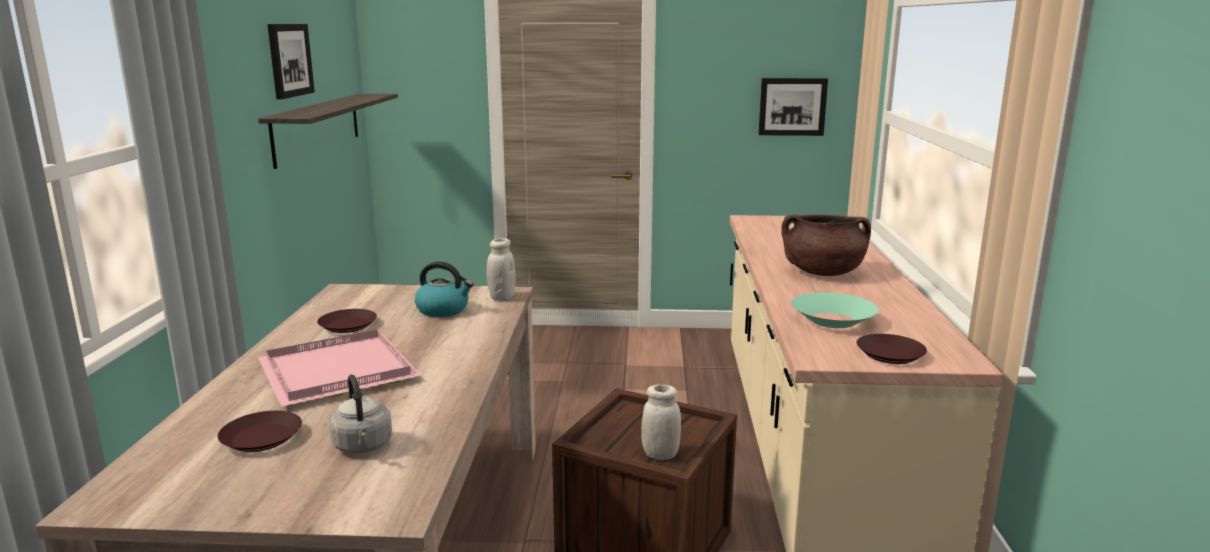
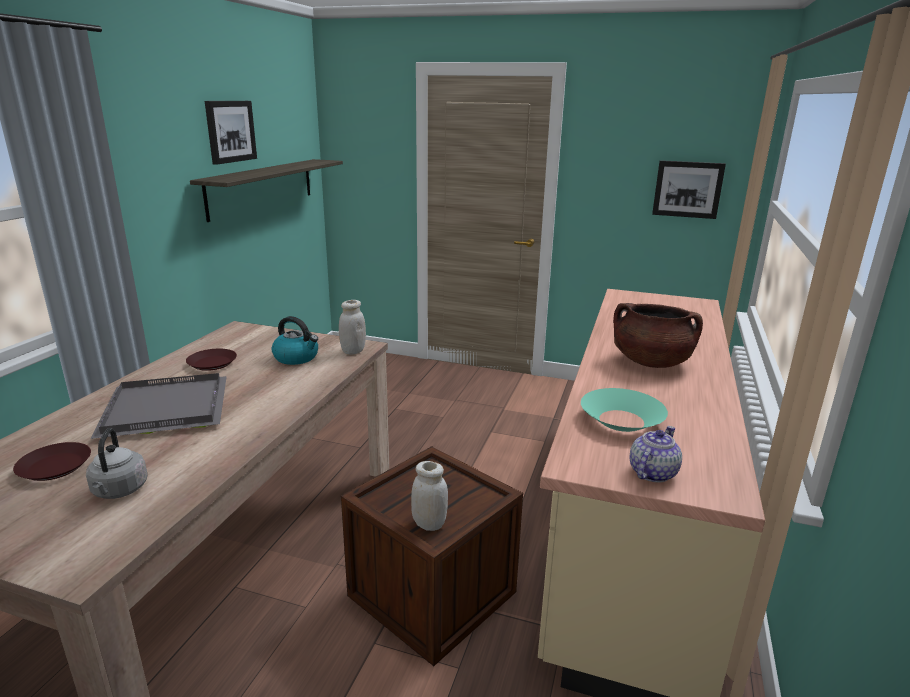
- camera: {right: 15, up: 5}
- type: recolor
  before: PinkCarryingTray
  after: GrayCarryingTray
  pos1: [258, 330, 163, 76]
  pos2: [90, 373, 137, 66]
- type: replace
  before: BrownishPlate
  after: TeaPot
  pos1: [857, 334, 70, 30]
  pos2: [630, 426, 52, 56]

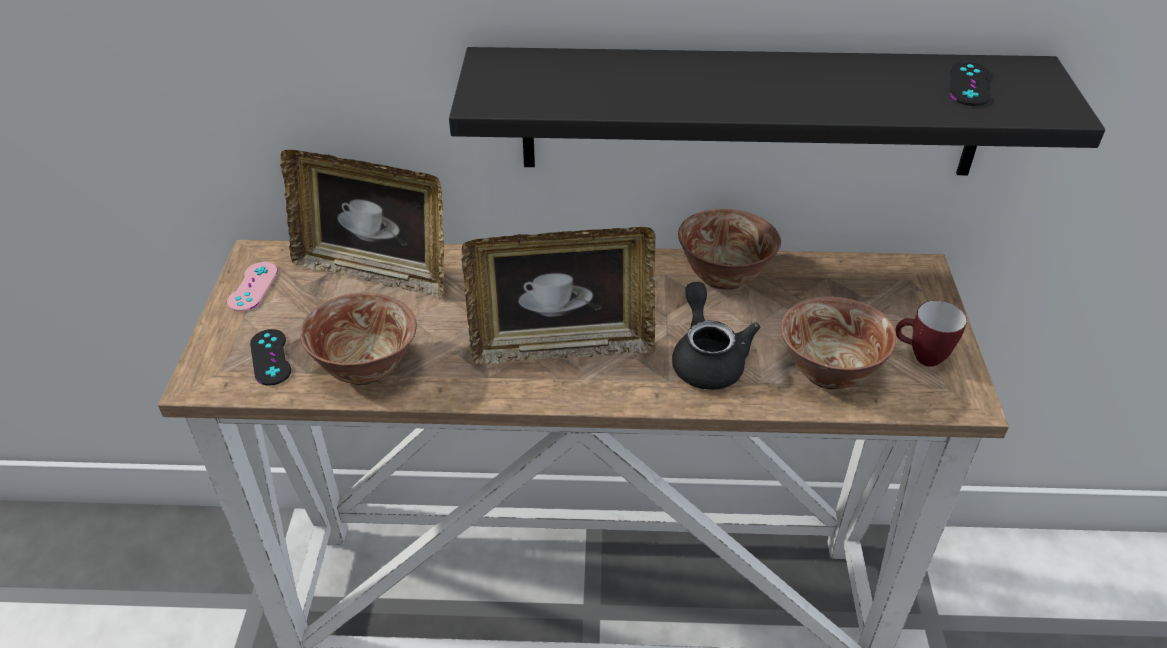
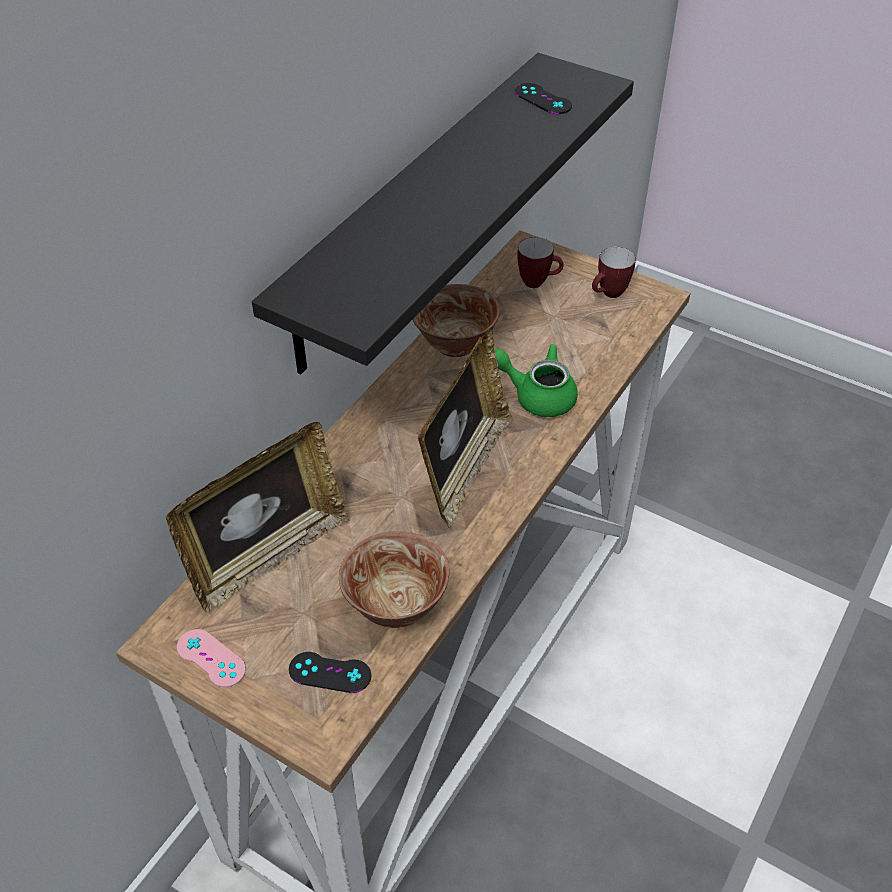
- camera: {right: -60, up: 5}
- type: recolor
  before: BlackishTeaPot
  after: GreenishTeaPot
  pos1: [672, 282, 89, 108]
  pos2: [494, 345, 84, 72]
- type: insert
  after: Mug
  pos2: [517, 237, 47, 51]
- type: delete
  before: DeepDish
  pos1: [781, 296, 116, 94]

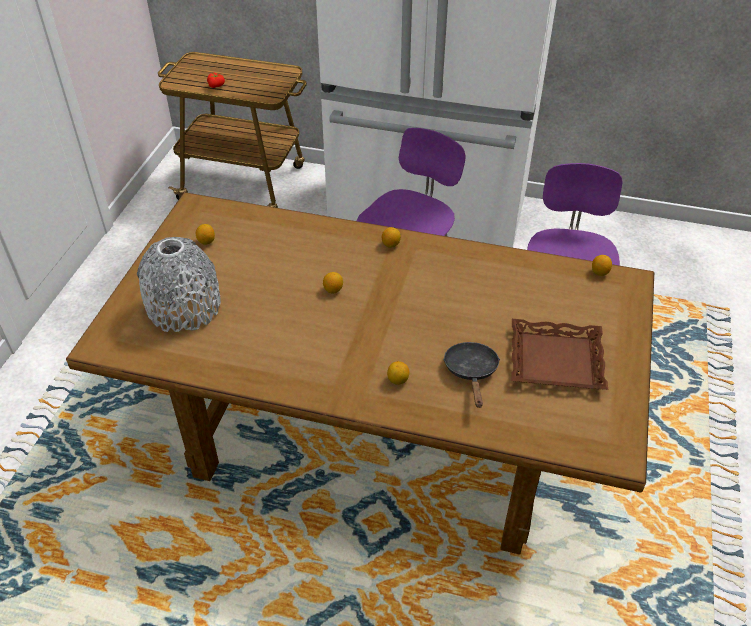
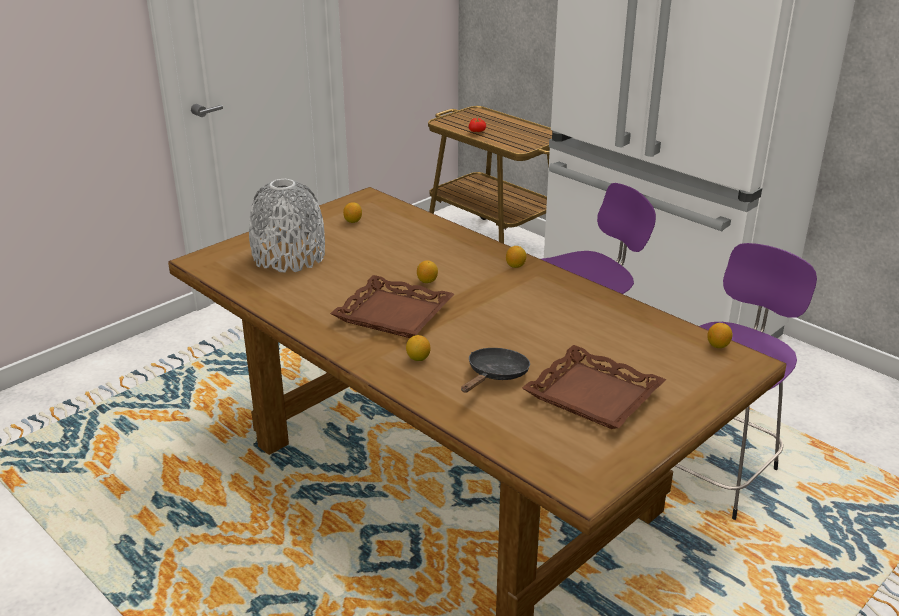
- camera: {right: 30, up: -15}
- type: insert
  after: BrownishCarryingTray
  pos2: [330, 275, 124, 63]

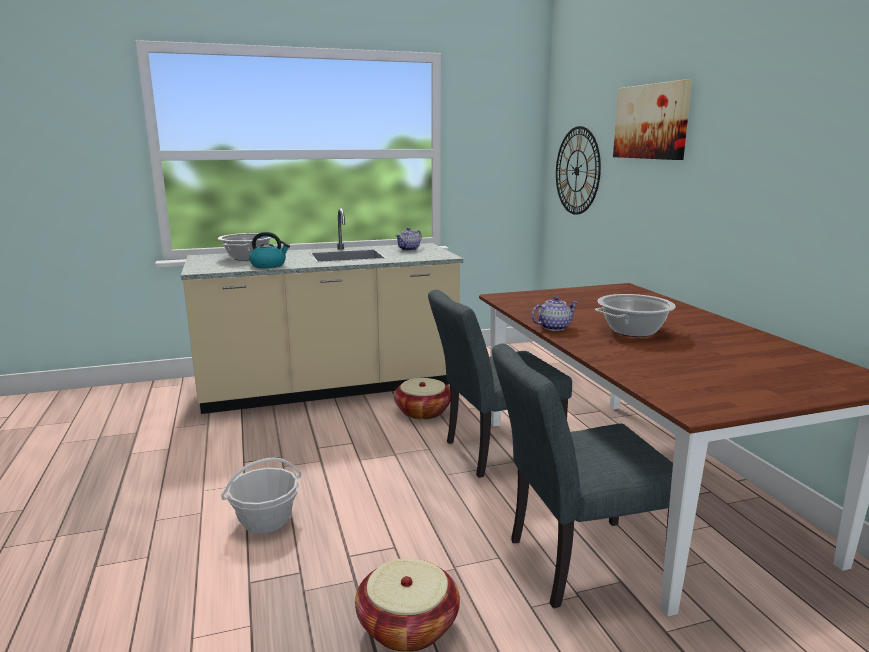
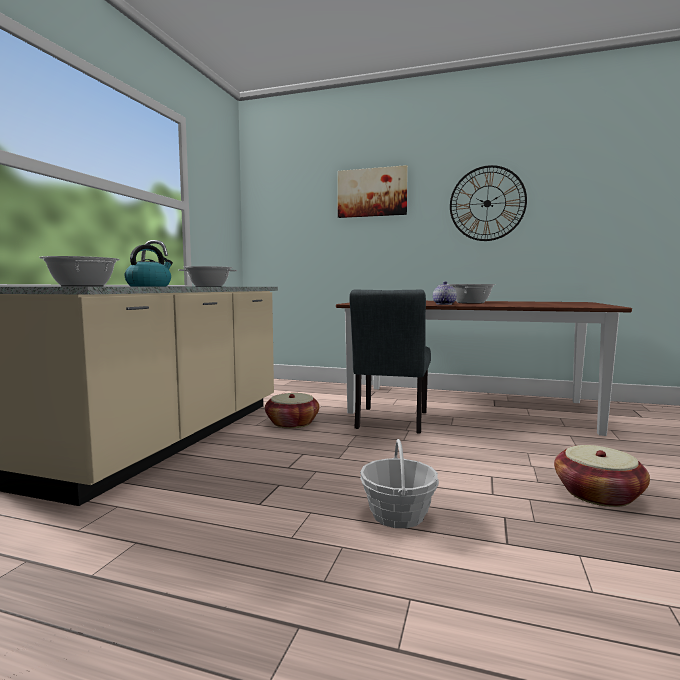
- camera: {right: -55, up: -10}
- type: replace
  before: TeaPot
  after: CookingPot
  pos1: [395, 227, 27, 24]
  pos2: [178, 266, 59, 21]
- type: move
  before: ClockOnTheWall
  pos1: [556, 126, 45, 89]
  pos2: [450, 165, 77, 76]
- type: delete
  before: GrayChair
  pos1: [492, 343, 181, 265]

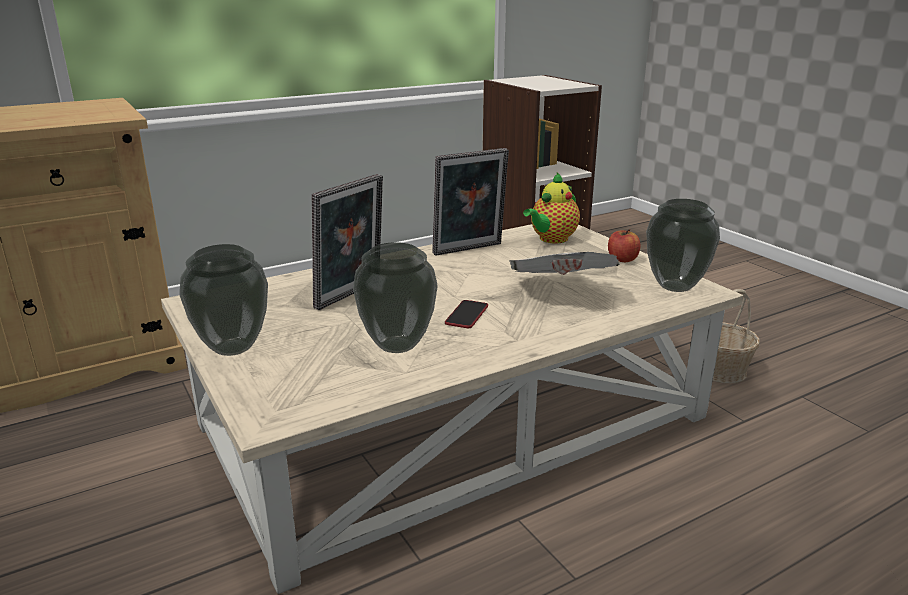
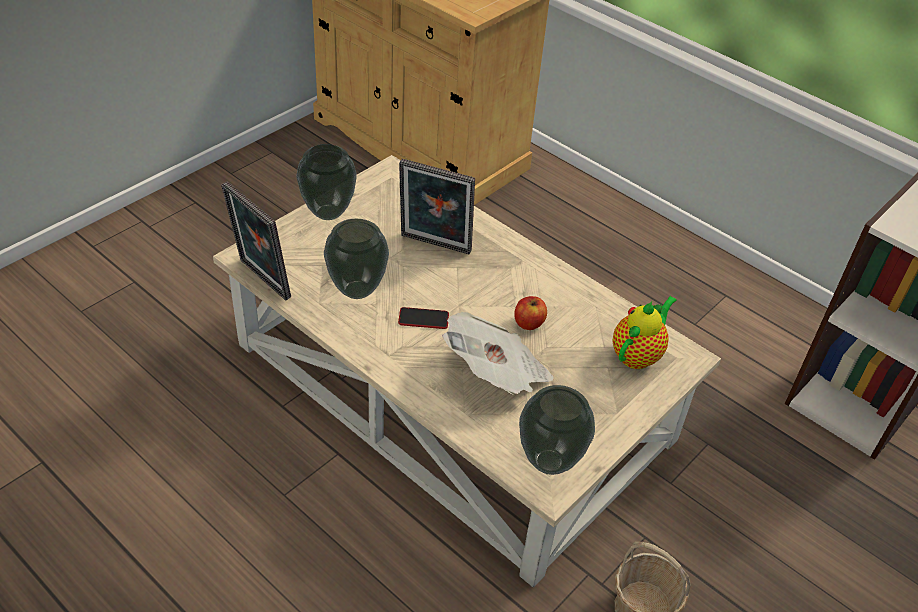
- camera: {right: 70, up: 20}
- type: move
  before: PictureFrame
  pos1: [432, 148, 77, 108]
  pos2: [221, 182, 70, 118]
- type: move
  before: Apple
  pos1: [608, 229, 33, 33]
  pos2: [514, 296, 33, 34]
- type: rotate
  before: TeaPot
  pos1: [523, 172, 57, 72]
  pos2: [613, 296, 64, 73]
  turn: 105

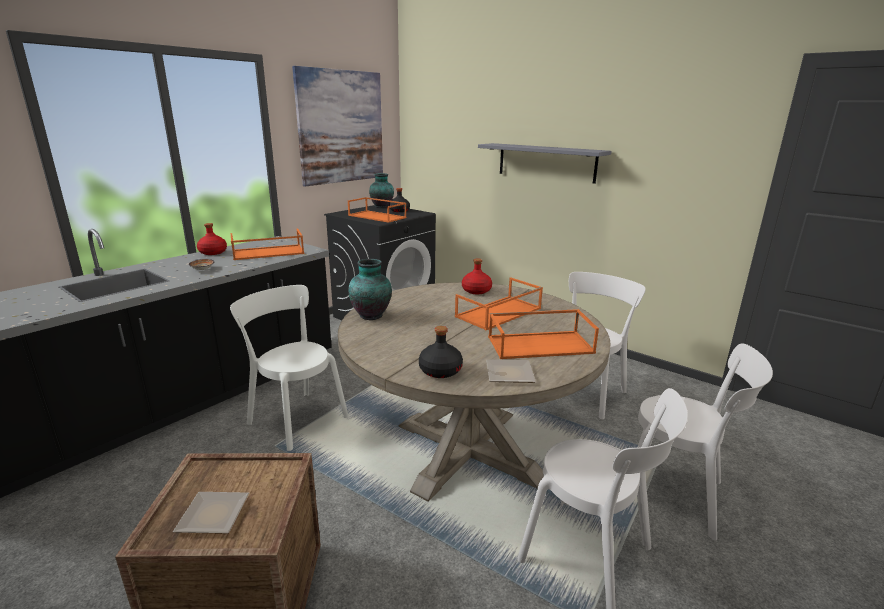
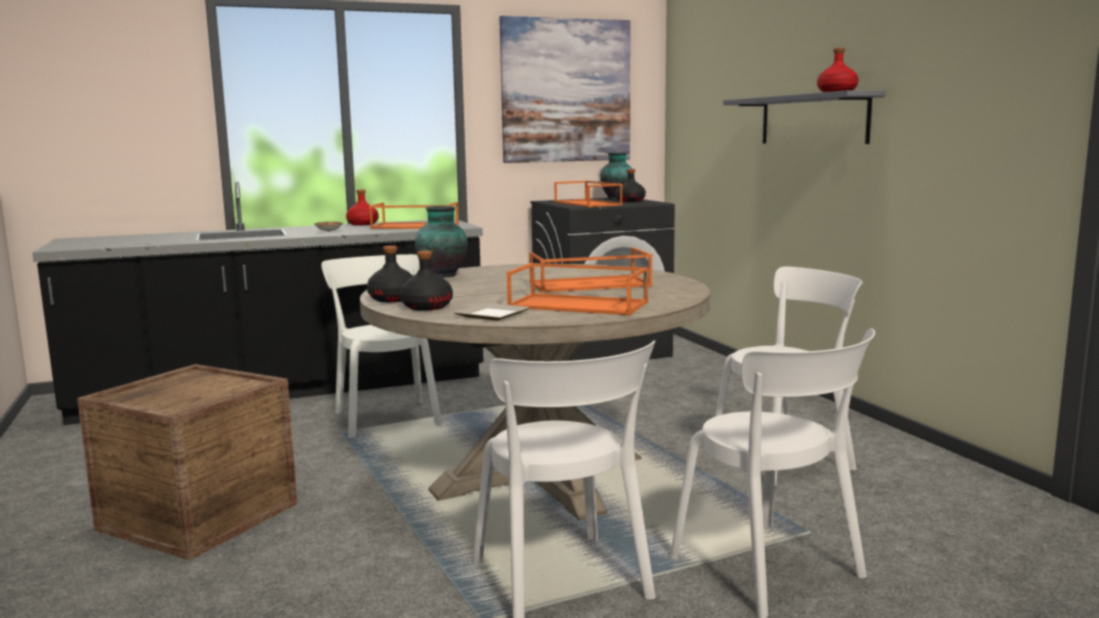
- camera: {right: 30, up: -10}
- type: insert
  after: BlackishBeverageBottle
  pos2: [367, 245, 46, 57]
- type: move
  before: ReddishBeverageBottle
  pos1: [462, 258, 30, 36]
  pos2: [817, 48, 42, 44]
- type: delete
  before: Plate
  pos1: [173, 492, 76, 42]

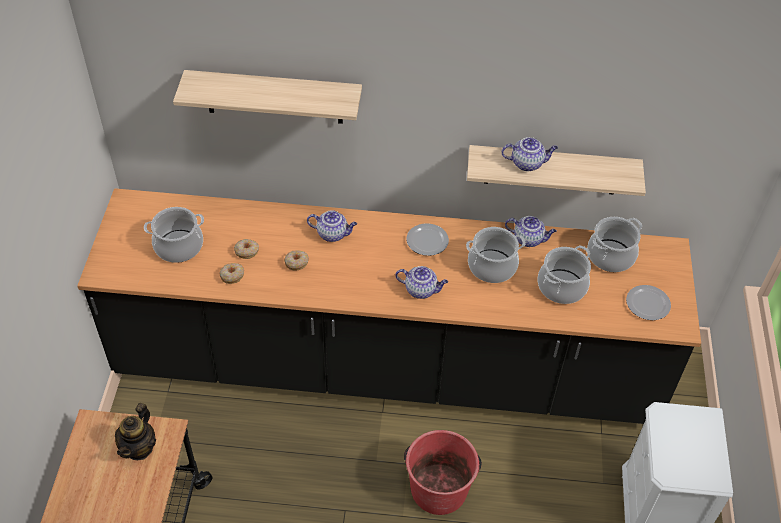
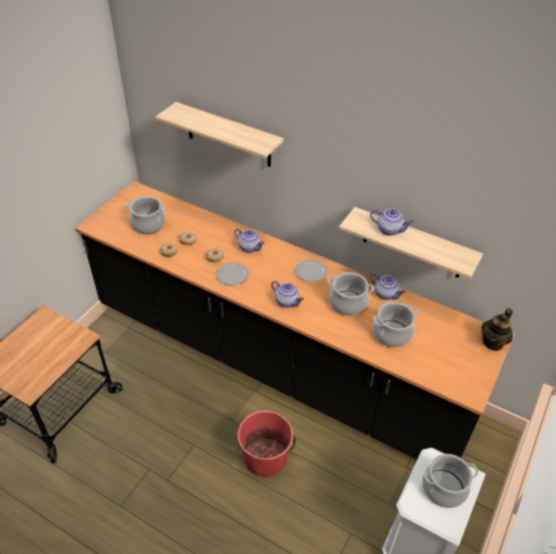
- camera: {right: 25, up: -5}
- type: move
  before: Plate
  pos1: [626, 285, 45, 35]
  pos2: [217, 263, 32, 22]
- type: move
  before: CookingPot
  pos1: [587, 217, 55, 55]
  pos2: [422, 454, 56, 54]
- type: move
  before: TeaPot
  pos1: [115, 403, 41, 57]
  pos2: [482, 308, 31, 43]

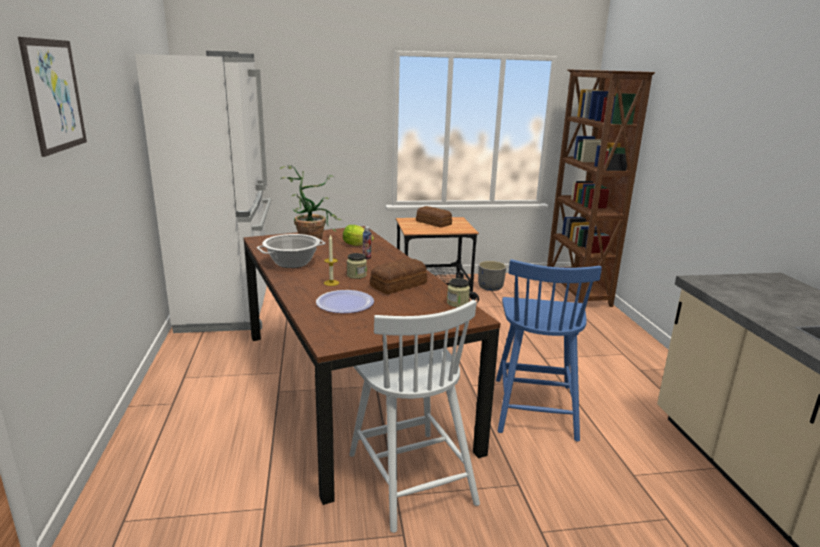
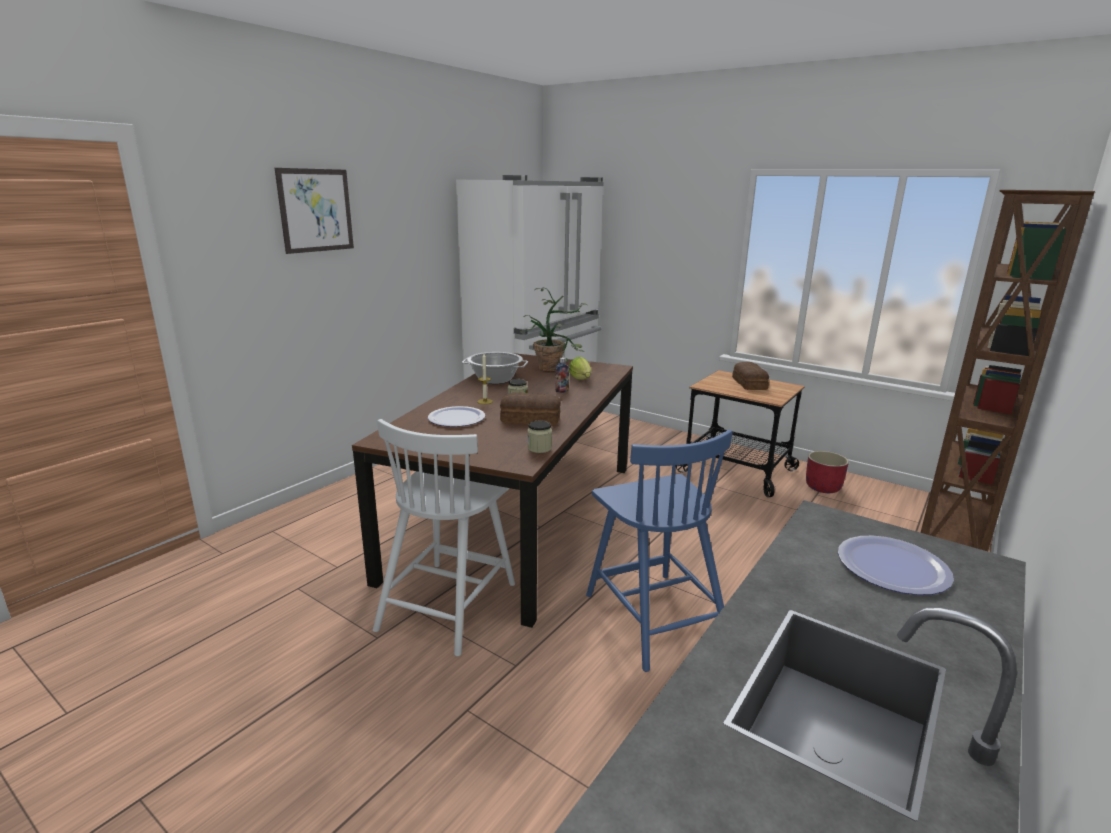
- camera: {right: 45, up: 0}
- type: rotate
  before: BlueColouredChair
  pos1: [496, 259, 106, 183]
  pos2: [586, 429, 147, 243]
  turn: -75
- type: recolor
  before: GrayPlanter
  after: ReddishPlanter
  pos1: [478, 261, 28, 30]
  pos2: [806, 451, 43, 42]
- type: insert
  after: Plate
  pos2: [838, 536, 116, 59]

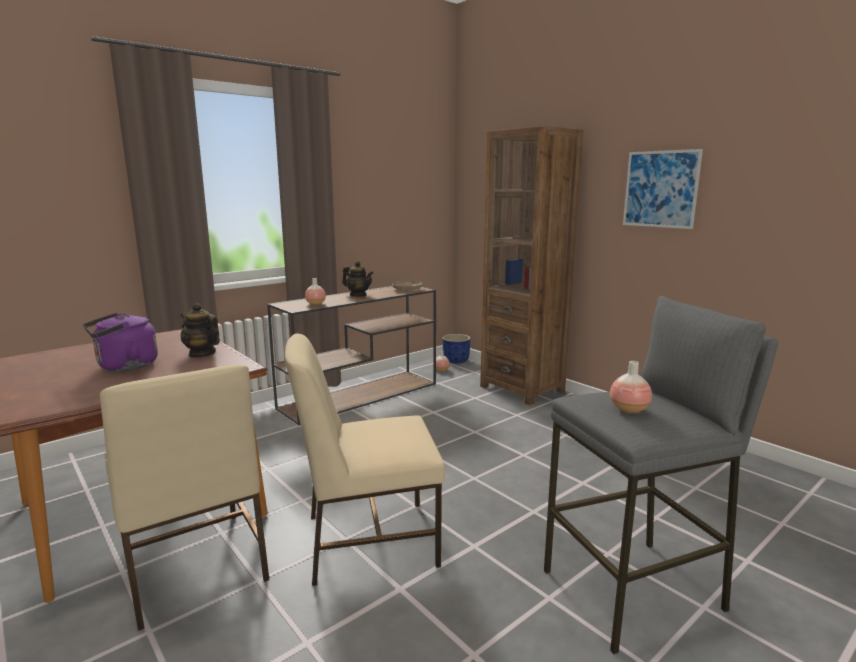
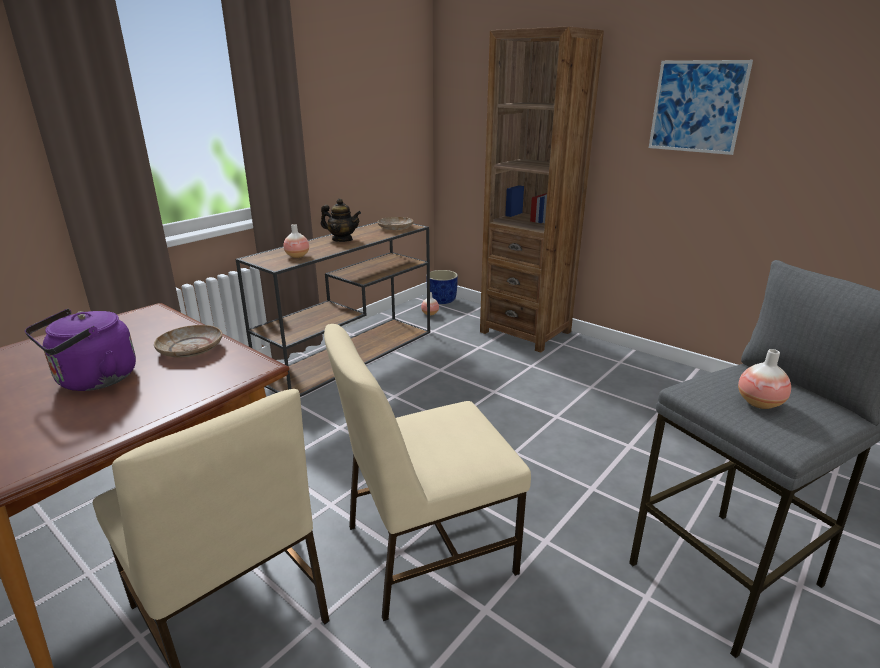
- camera: {right: -10, up: 10}
- type: replace
  before: TeaPot
  after: BeigePlate
  pos1: [180, 303, 40, 55]
  pos2: [154, 325, 68, 32]

